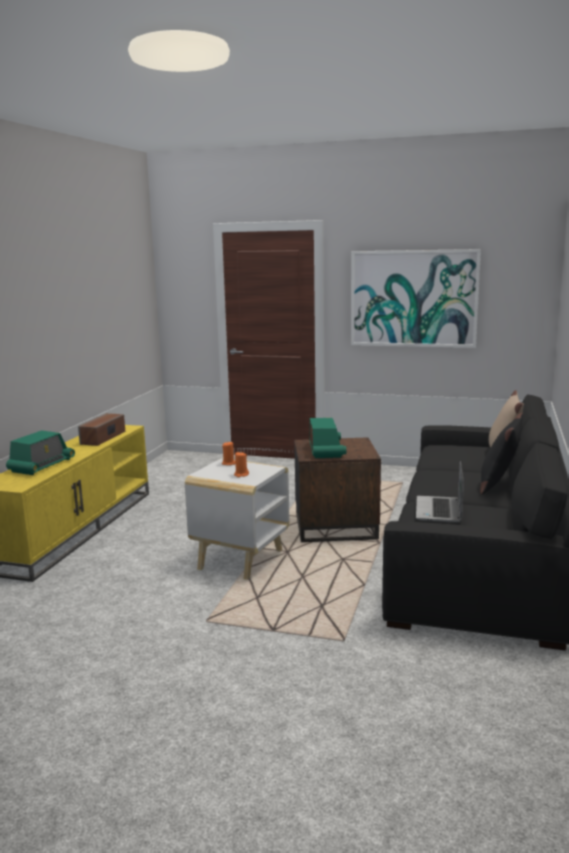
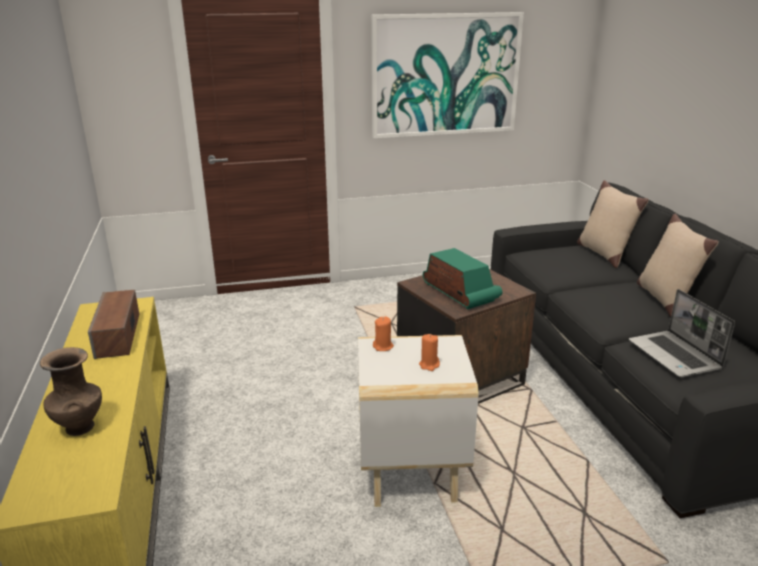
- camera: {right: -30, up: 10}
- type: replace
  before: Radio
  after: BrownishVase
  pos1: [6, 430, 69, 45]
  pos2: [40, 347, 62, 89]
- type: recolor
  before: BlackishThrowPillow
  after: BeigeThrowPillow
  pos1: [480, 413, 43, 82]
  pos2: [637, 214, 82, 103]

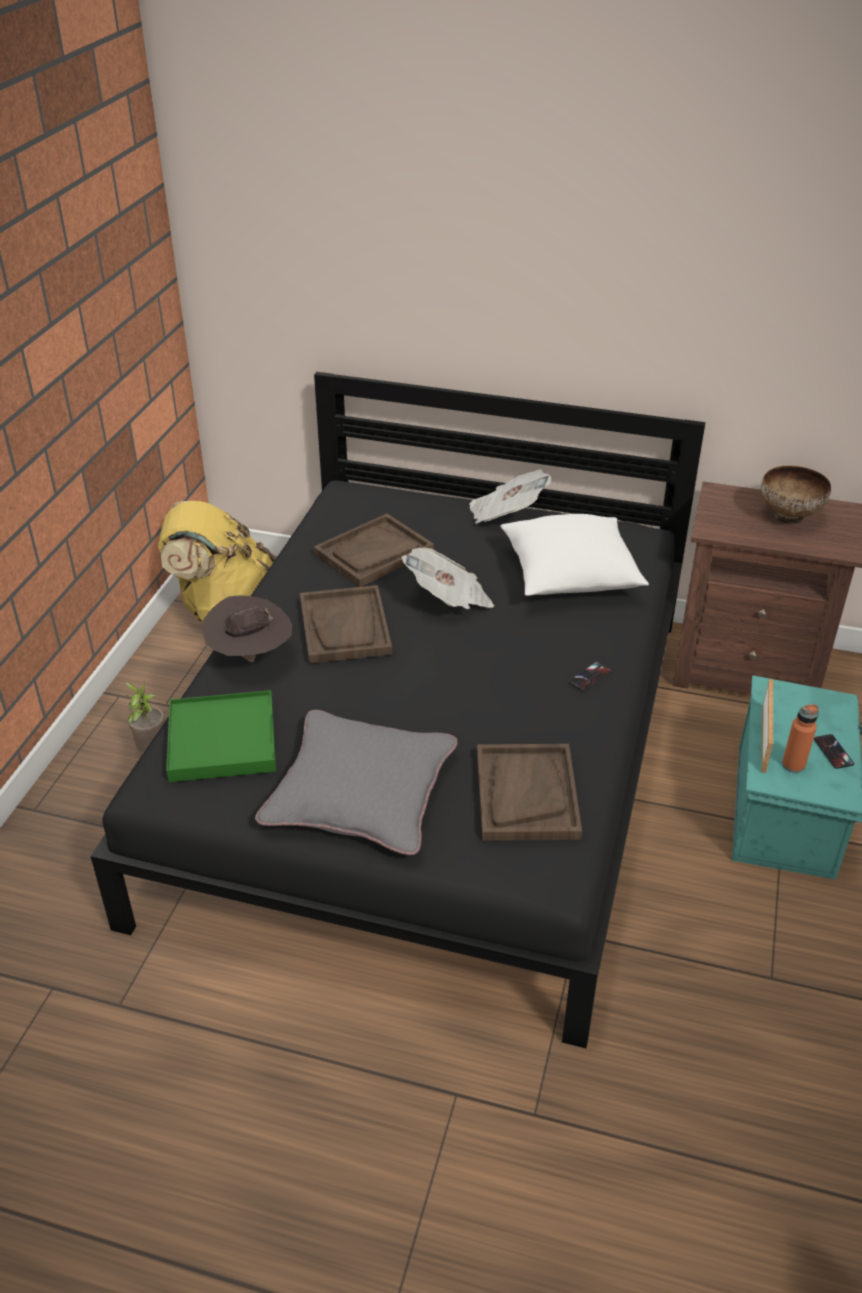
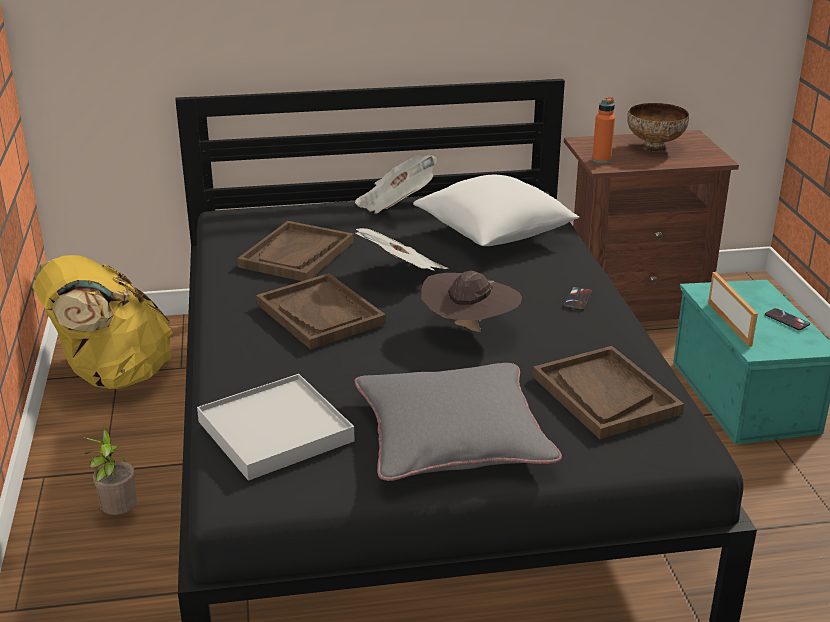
- camera: {right: -25, up: -10}
- type: recolor
  before: GreenishCarryingTray
  after: WhiteColouredCarryingTray
  pos1: [166, 690, 110, 92]
  pos2: [197, 374, 158, 107]
- type: move
  before: BrownishWearableHat
  pos1: [202, 595, 90, 67]
  pos2: [421, 270, 101, 62]
- type: move
  before: OrangeColouredBeverageBottle
  pos1: [782, 704, 37, 69]
  pos2: [592, 97, 23, 67]

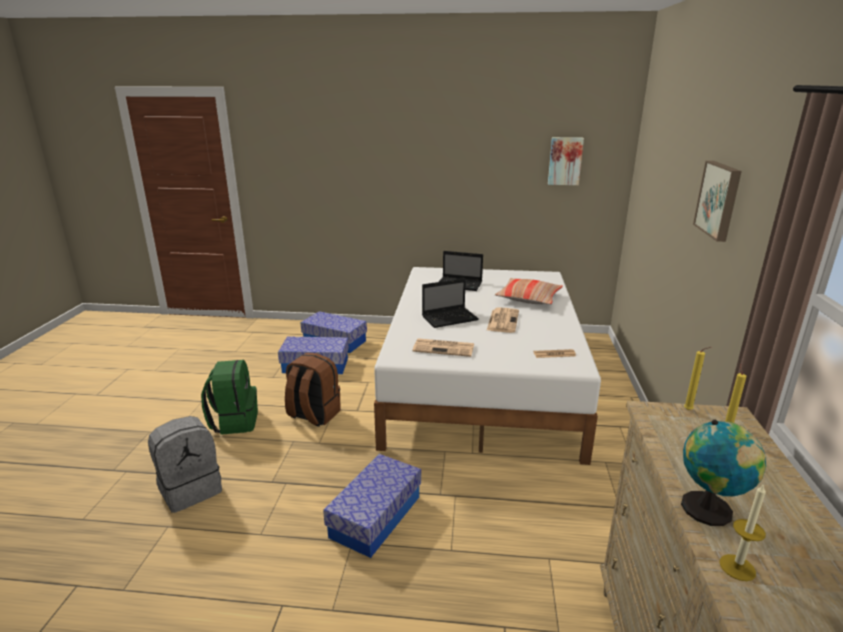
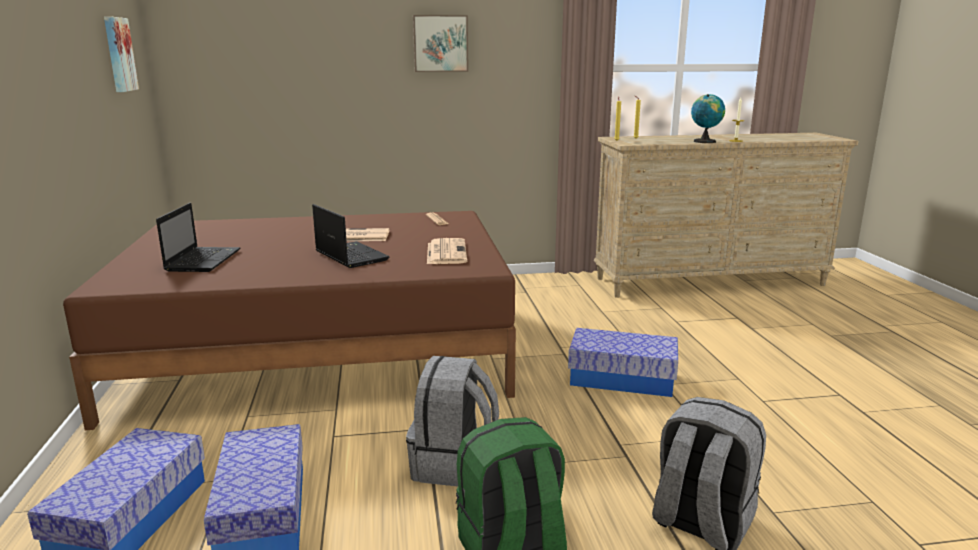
- camera: {right: -105, up: -5}
- type: recolor
  before: WhiteColouredBed
  after: BrownishBed
  pos1: [374, 267, 227, 198]
  pos2: [63, 211, 453, 219]
- type: recolor
  before: BrownishBackpack
  after: GrayBackpack
  pos1: [285, 353, 56, 74]
  pos2: [406, 356, 93, 131]
- type: delete
  before: ThrowPillow
  pos1: [495, 278, 68, 27]

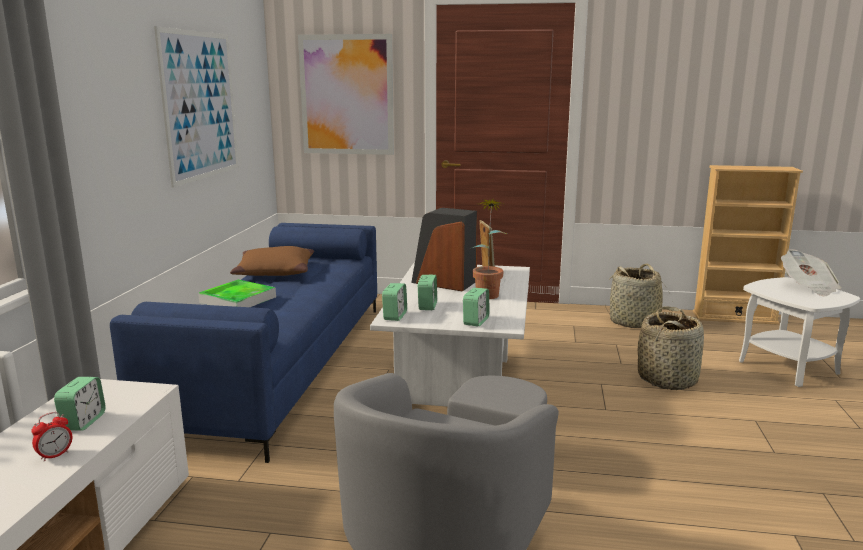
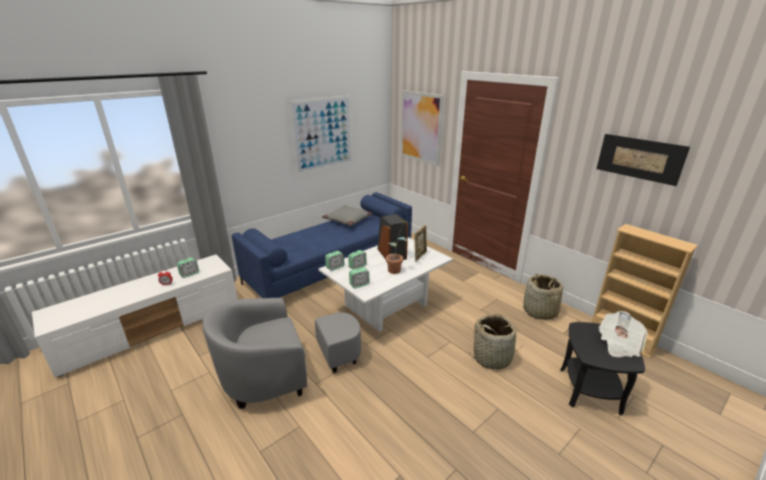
- camera: {right: 40, up: 10}
- type: recolor
  before: BrownishThrowPillow
  after: GrayThrowPillow
  pos1: [230, 246, 84, 30]
  pos2: [322, 205, 51, 21]
- type: recolor
  before: WhiteColouredEndTable
  after: BlackishEndTable
  pos1: [739, 277, 121, 110]
  pos2: [561, 322, 84, 93]
- type: insert
  after: Picture
  pos2: [597, 134, 93, 52]
- type: delete
  before: CarryingTray
  pos1: [198, 280, 78, 27]

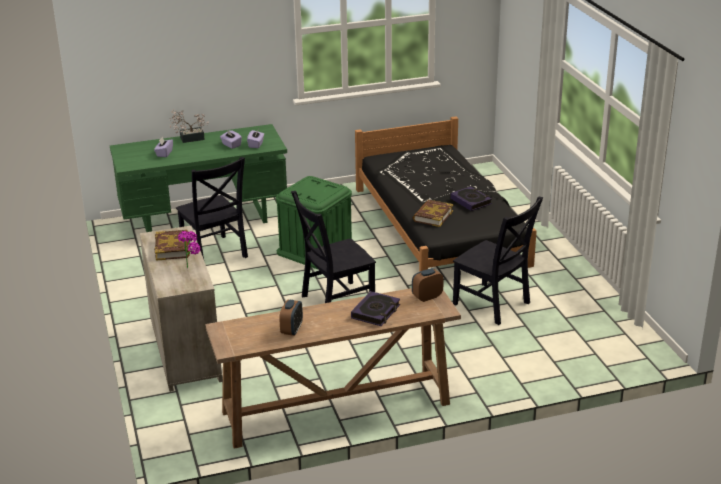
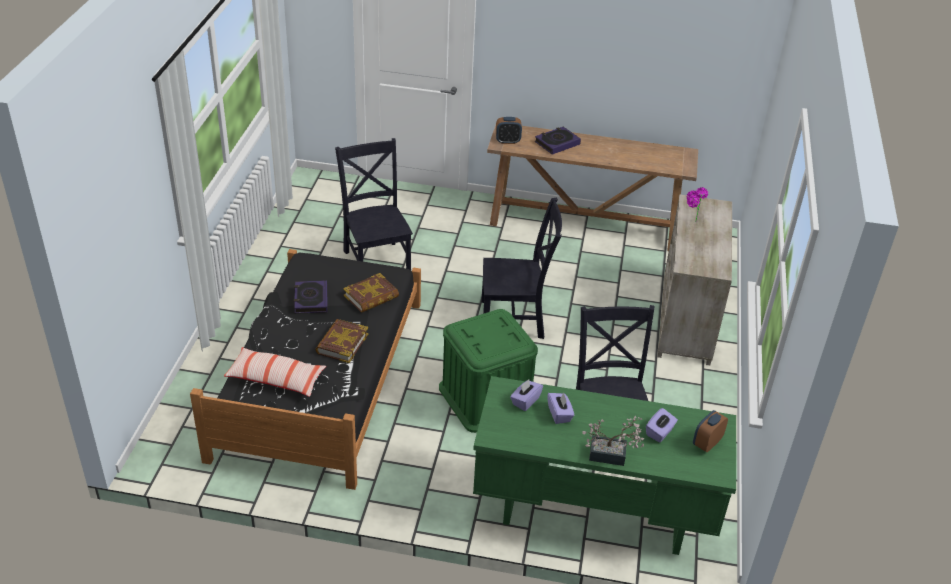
- camera: {right: -155, up: 10}
- type: insert
  after: ThrowPillow
  pos2: [224, 347, 102, 50]
- type: move
  before: Book
  pos1: [155, 230, 35, 31]
  pos2: [315, 319, 53, 44]
- type: move
  before: TableClock
  pos1: [279, 299, 24, 37]
  pos2: [693, 410, 35, 42]

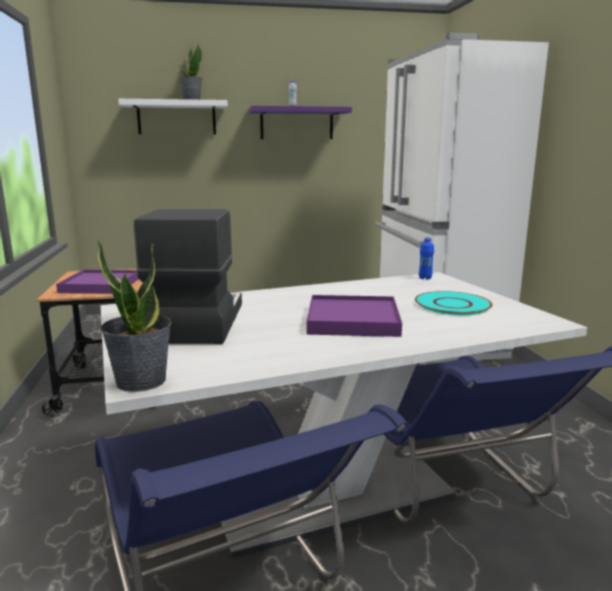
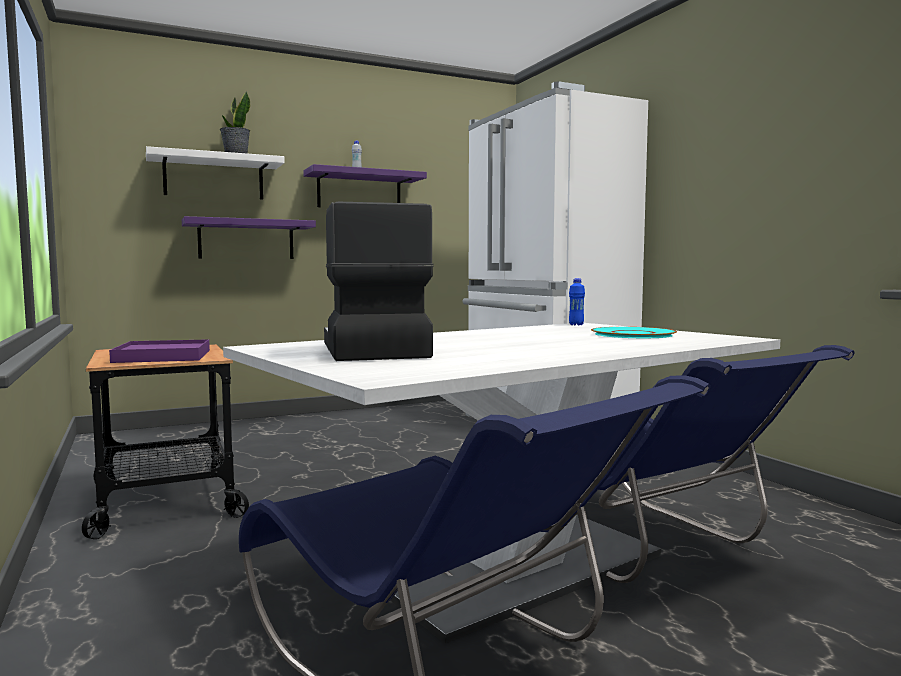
- camera: {right: -15, up: -10}
- type: insert
  after: PurplishWallShelf
  pos2: [182, 216, 134, 43]
- type: delete
  before: PlantInAPot
  pos1: [98, 239, 73, 153]
- type: delete
  before: PurplishCarryingTray
  pos1: [307, 295, 95, 42]

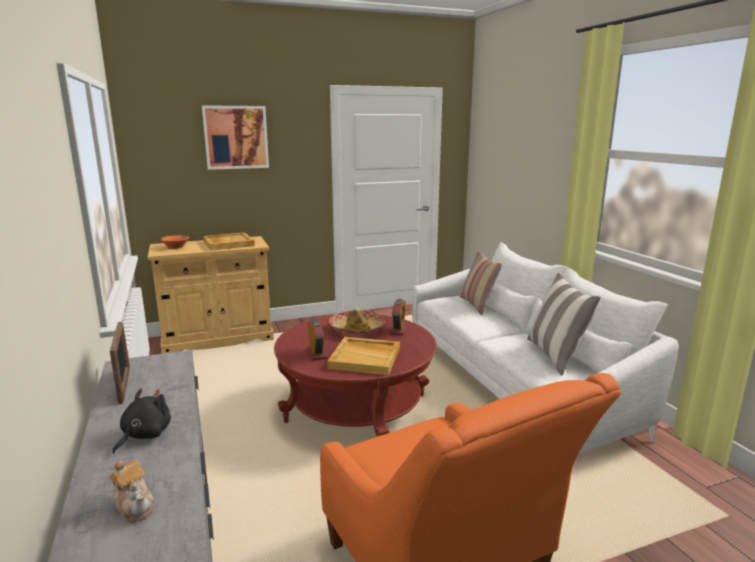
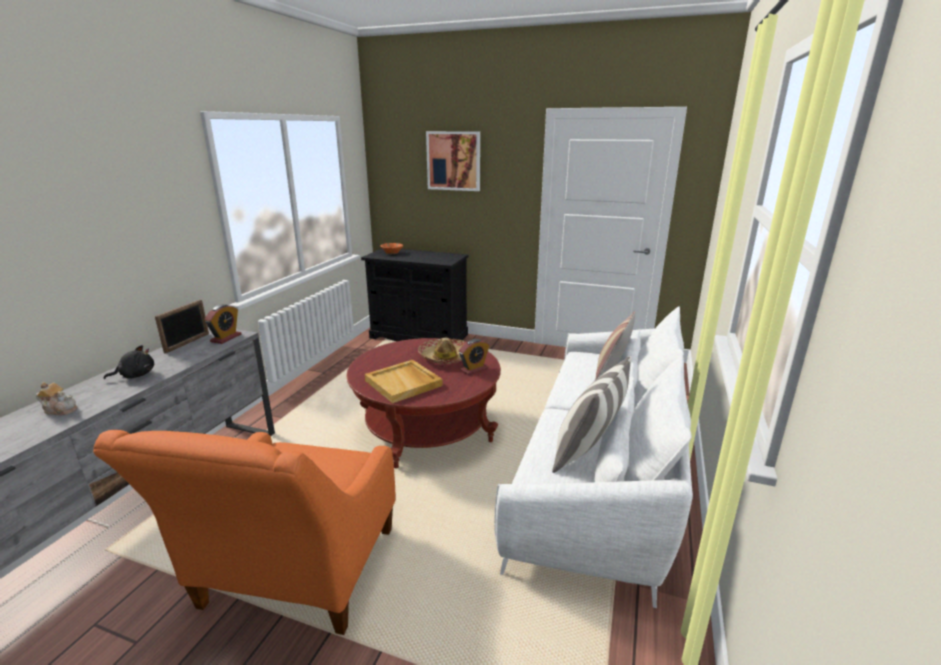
- camera: {right: 40, up: 5}
- type: rotate
  before: TeaPot
  pos1: [109, 460, 45, 63]
  pos2: [36, 382, 41, 33]
  turn: -75
- type: move
  before: TableClock
  pos1: [306, 319, 21, 41]
  pos2: [204, 304, 37, 40]
- type: recolor
  before: BeigeStorageCabinet
  after: BlackishStorageCabinet
  pos1: [148, 236, 126, 118]
  pos2: [361, 249, 108, 92]
- type: delete
  before: BeigeCarryingTray
  pos1: [203, 232, 52, 19]

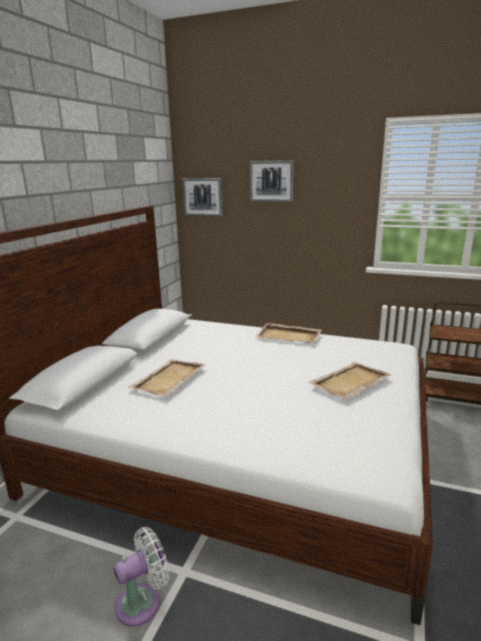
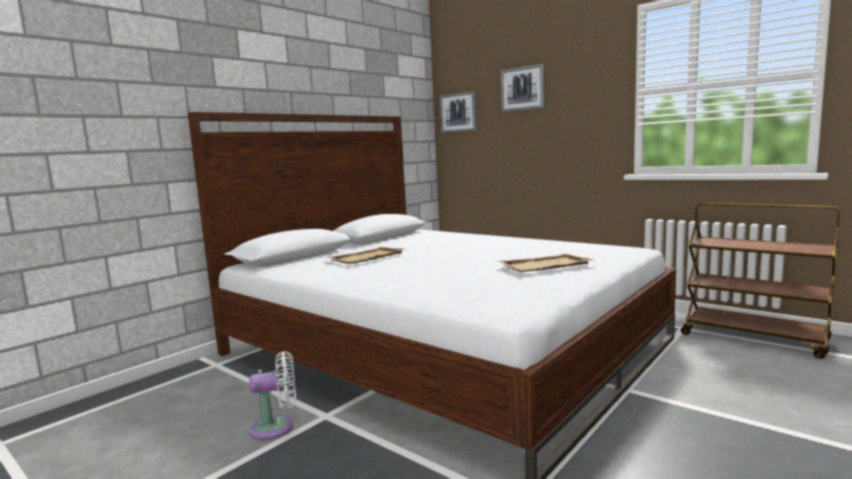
- camera: {right: 20, up: -10}
- type: delete
  before: BeigeCarryingTray
  pos1: [255, 323, 67, 20]

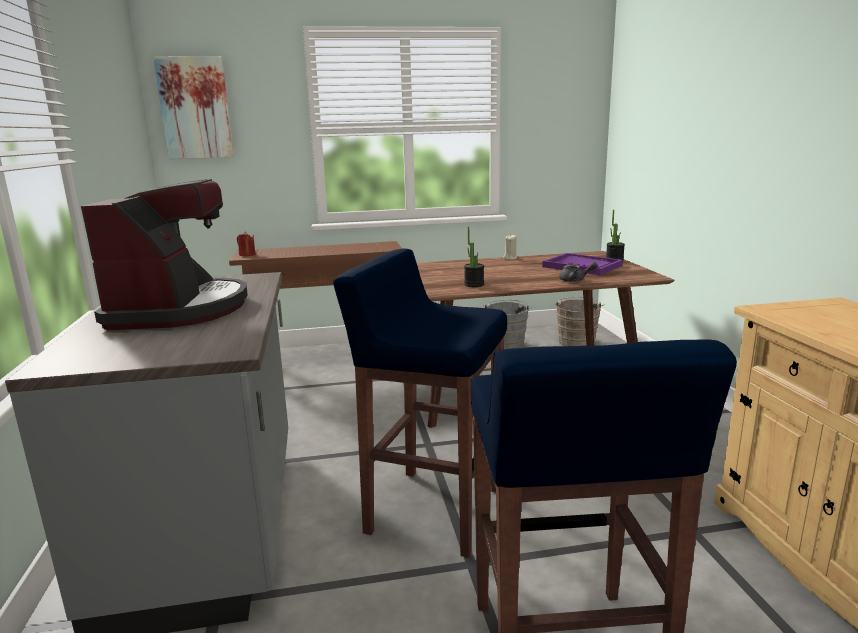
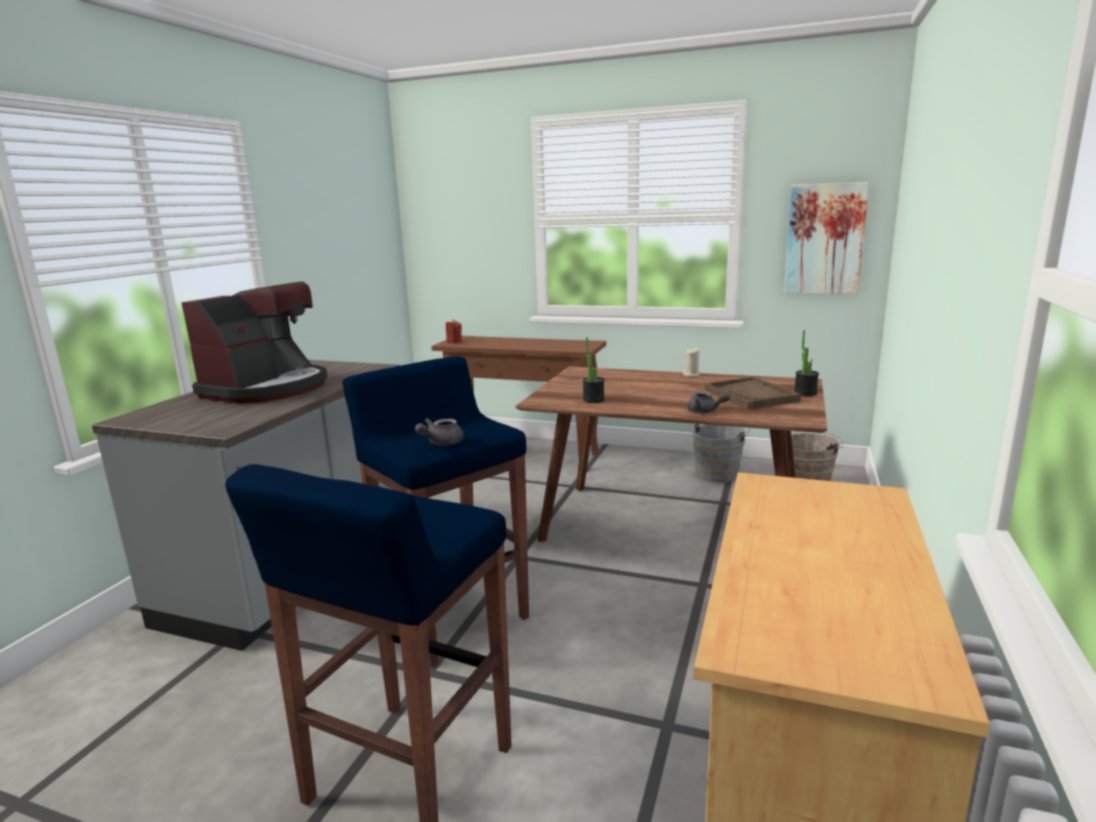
- camera: {right: 30, up: 0}
- type: insert
  after: GrayTeaPot
  pos2: [415, 419, 49, 27]
- type: recolor
  before: PurplishCarryingTray
  after: BrownishCarryingTray
  pos1: [542, 253, 81, 22]
  pos2: [704, 377, 97, 33]
- type: move
  before: Picture
  pos1: [153, 56, 81, 103]
  pos2: [784, 182, 85, 112]

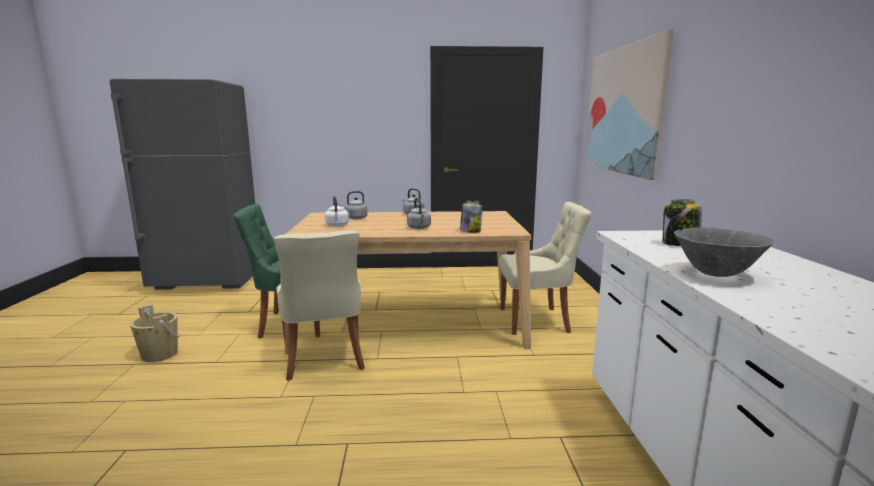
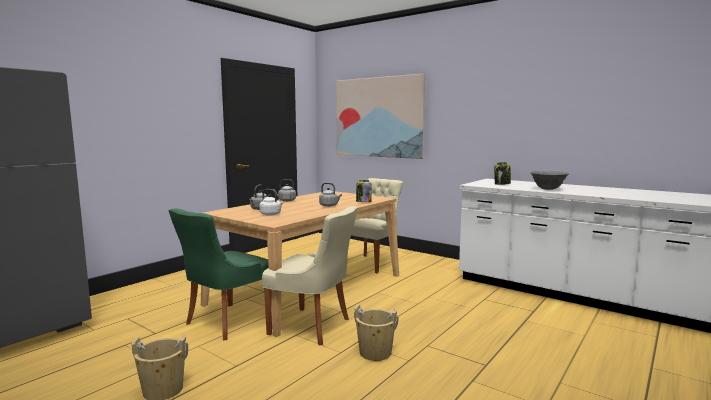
- camera: {right: -50, up: -5}
- type: insert
  after: BeigePail
  pos2: [354, 304, 45, 57]

